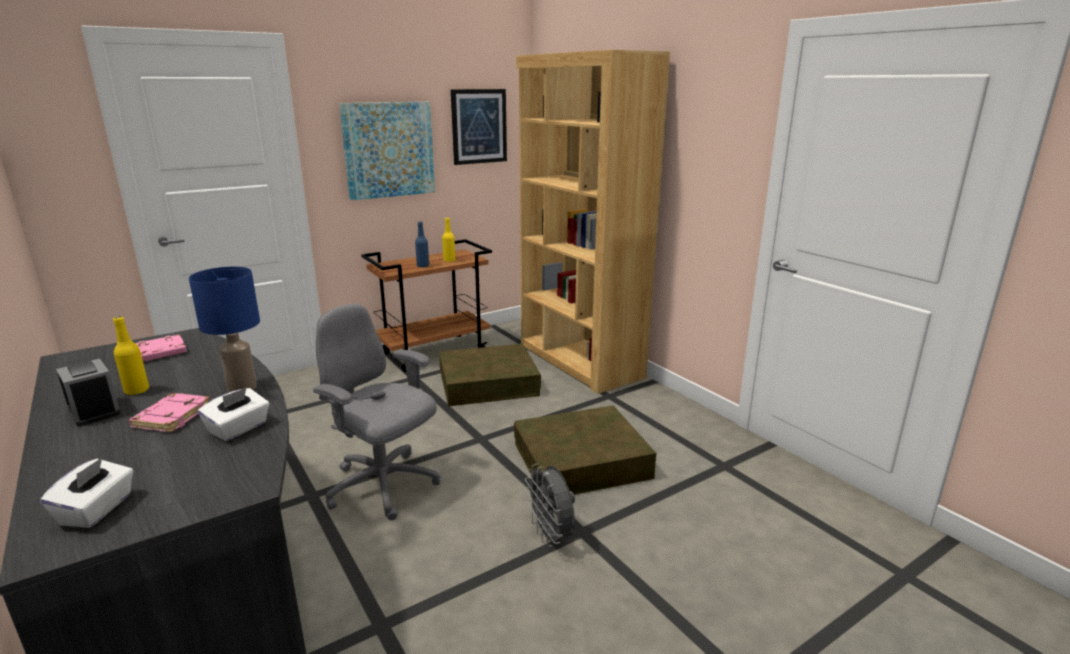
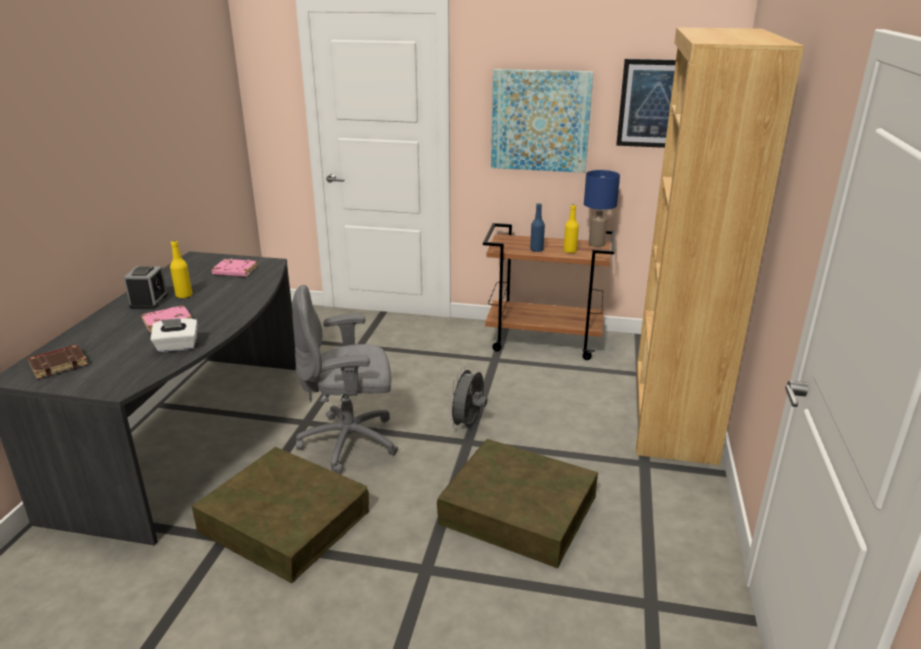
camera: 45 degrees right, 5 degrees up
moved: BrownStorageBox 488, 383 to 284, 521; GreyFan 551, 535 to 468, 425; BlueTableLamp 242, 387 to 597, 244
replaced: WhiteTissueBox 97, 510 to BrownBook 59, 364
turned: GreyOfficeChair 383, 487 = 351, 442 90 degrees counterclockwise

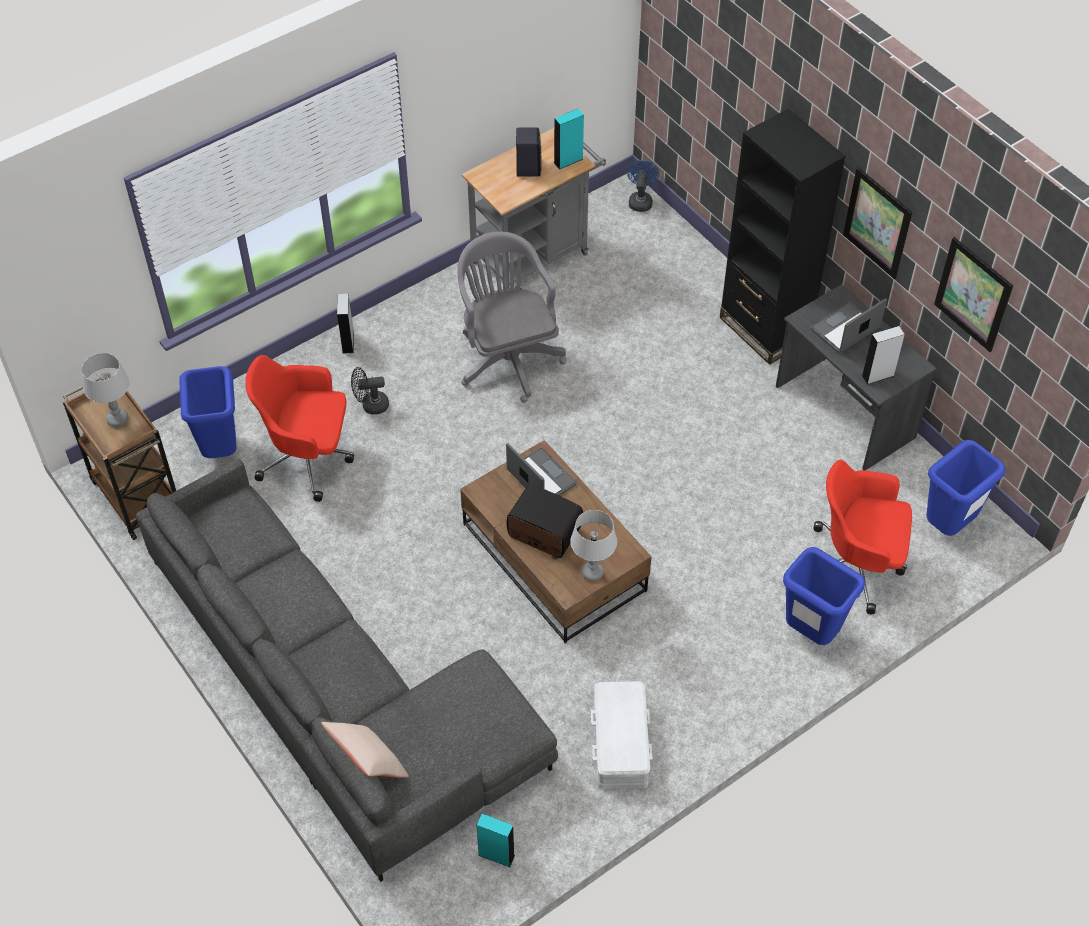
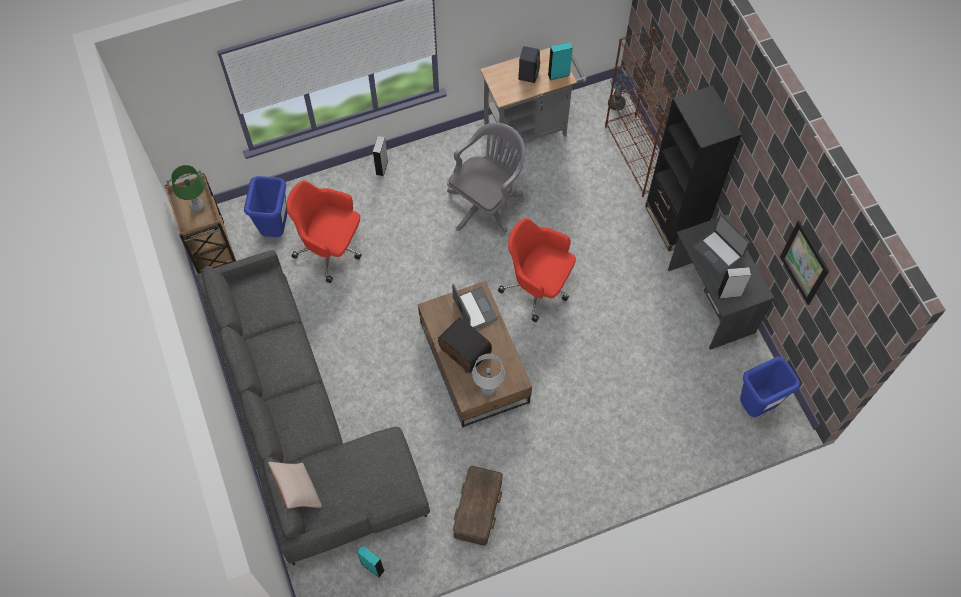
camera: 15 degrees right, 10 degrees up
removed: BlackFan 370, 405; BlueTrashCan 810, 632; Picture 877, 223
added: BrownBookcase 639, 156
moved: RedOfficeChair 855, 565 to 538, 287
recoloured: GreyTableLamp 118, 419 to GreenTableLamp 197, 206; WhiteStorageBox 619, 742 to BrownStorageBox 477, 508
turned: GreyOfficeChair 507, 357 = 487, 203 45 degrees clockwise; Laptop 846, 330 = 718, 252 105 degrees counterclockwise

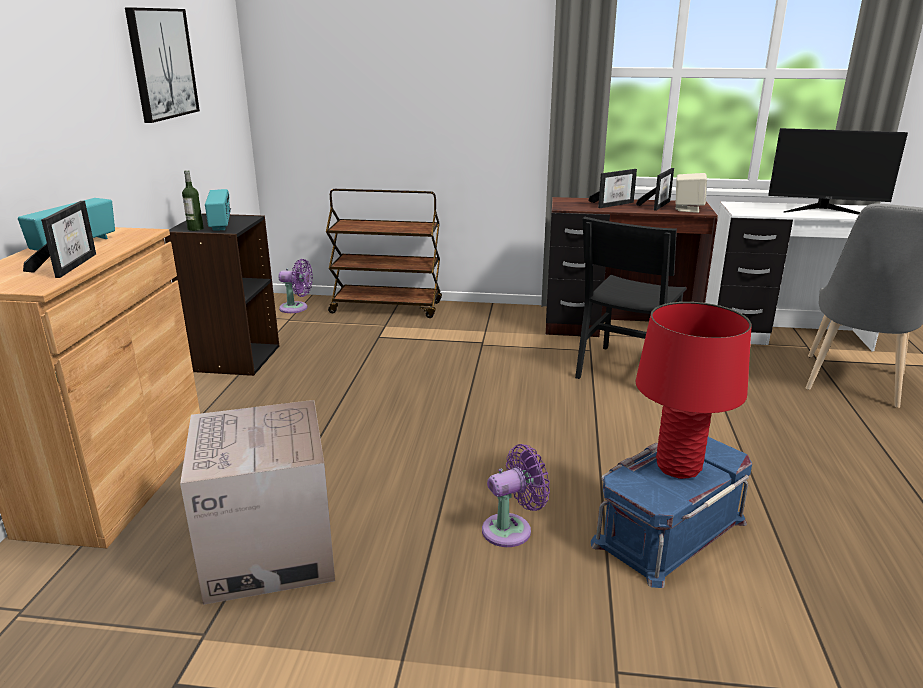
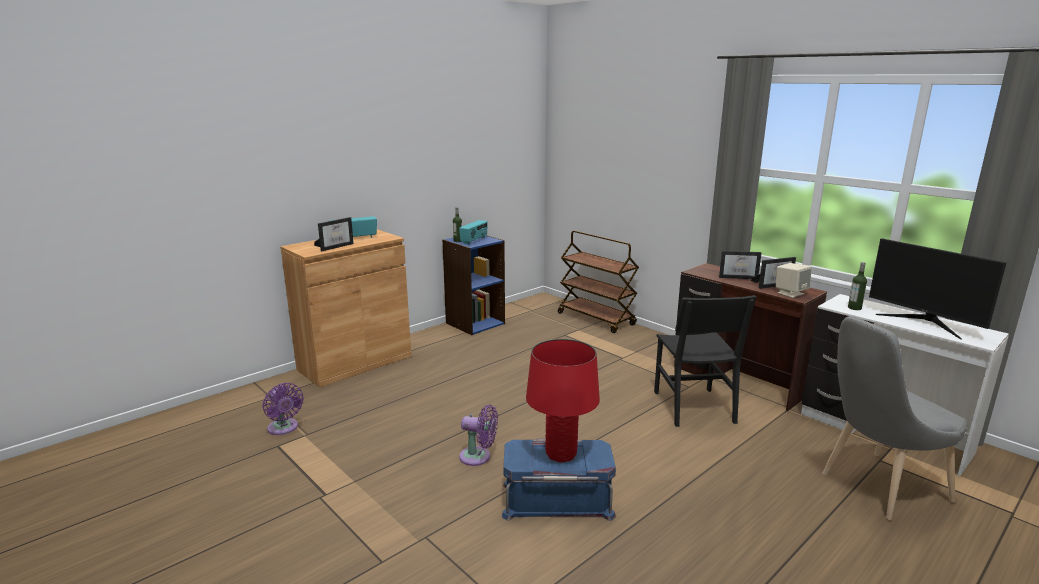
camera: 40 degrees right, 5 degrees down
removed: Picture 162, 64; CardboardBox 269, 551
added: Bottle 854, 308
moved: PurpleFan 296, 308 to 284, 428
recoloured: BlackBookcase 234, 358 to BlueBookcase 475, 323
turned: BlackChair 625, 369 = 693, 407 75 degrees counterclockwise

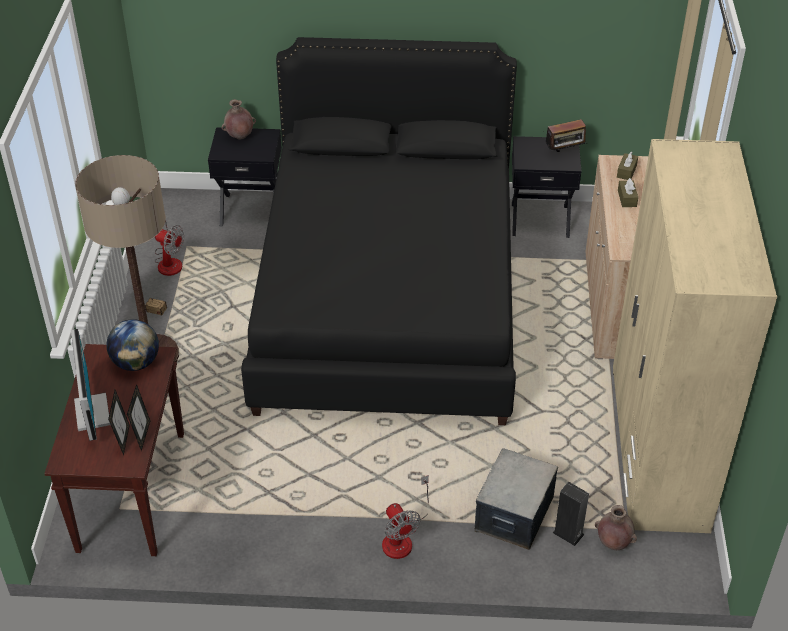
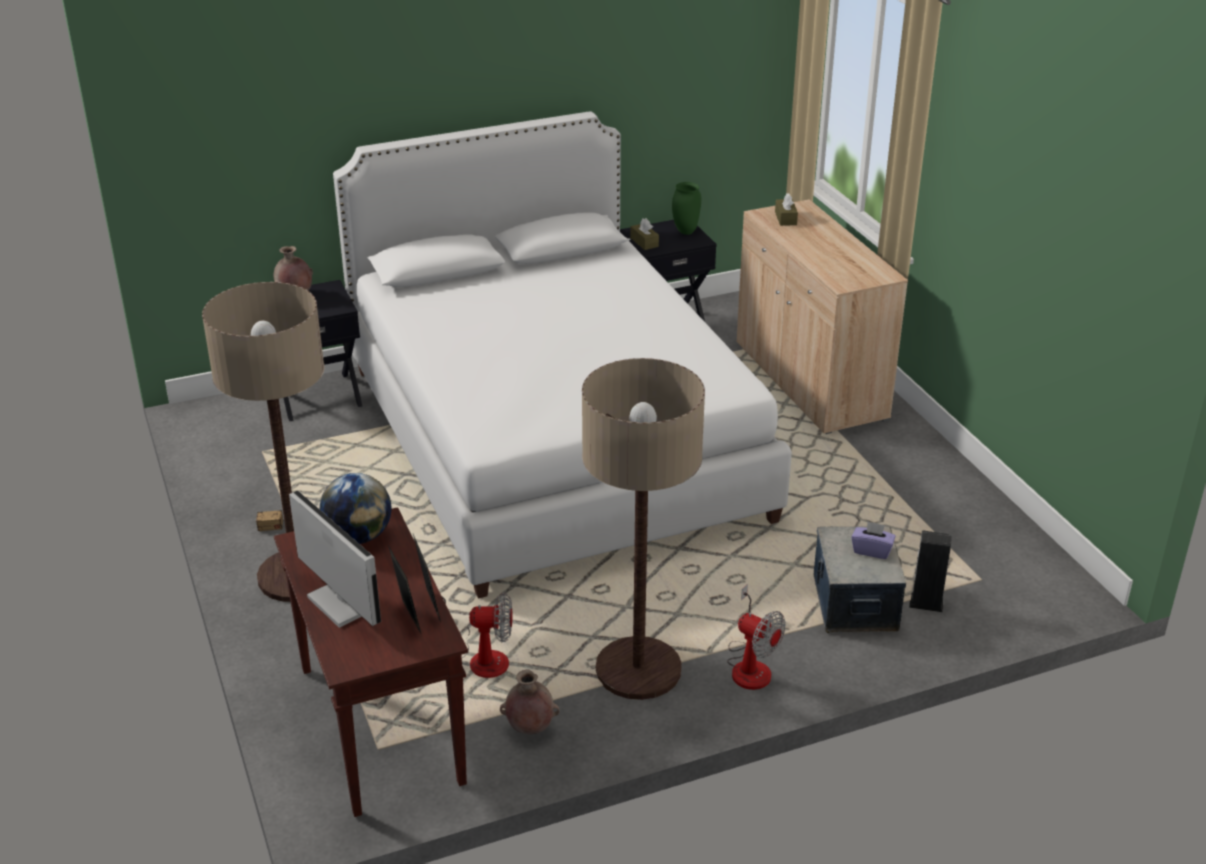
camera: 25 degrees left, 10 degrees down
removed: BeigeWardrobe 658, 449
added: FloorLamp 638, 669; PurpleTissueBox 872, 550
moved: Fan 169, 261 to 481, 657; BrownVase 613, 543 to 530, 728; BrownTissueBox 627, 198 to 644, 242
replaced: Radio 565, 152 to GreenVase 685, 231
recoloured: BlackBed 387, 301 to WhiteBed 553, 442

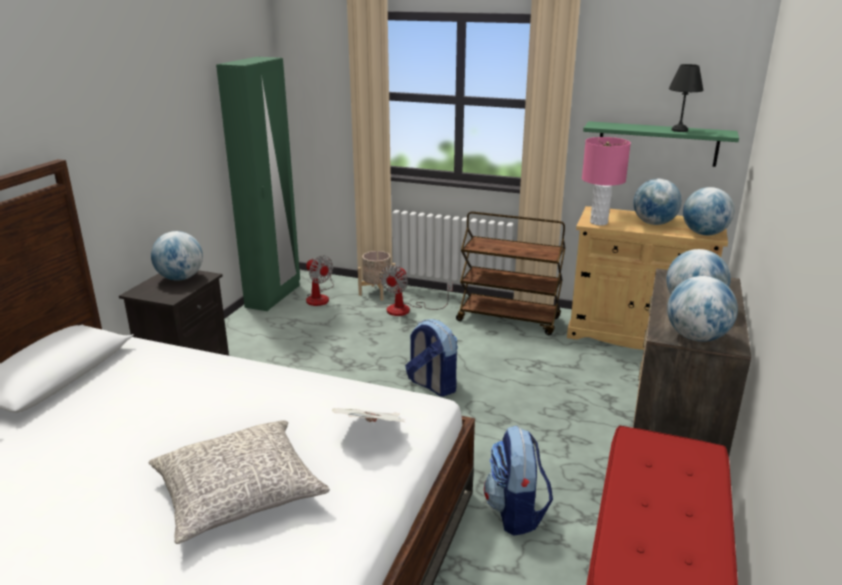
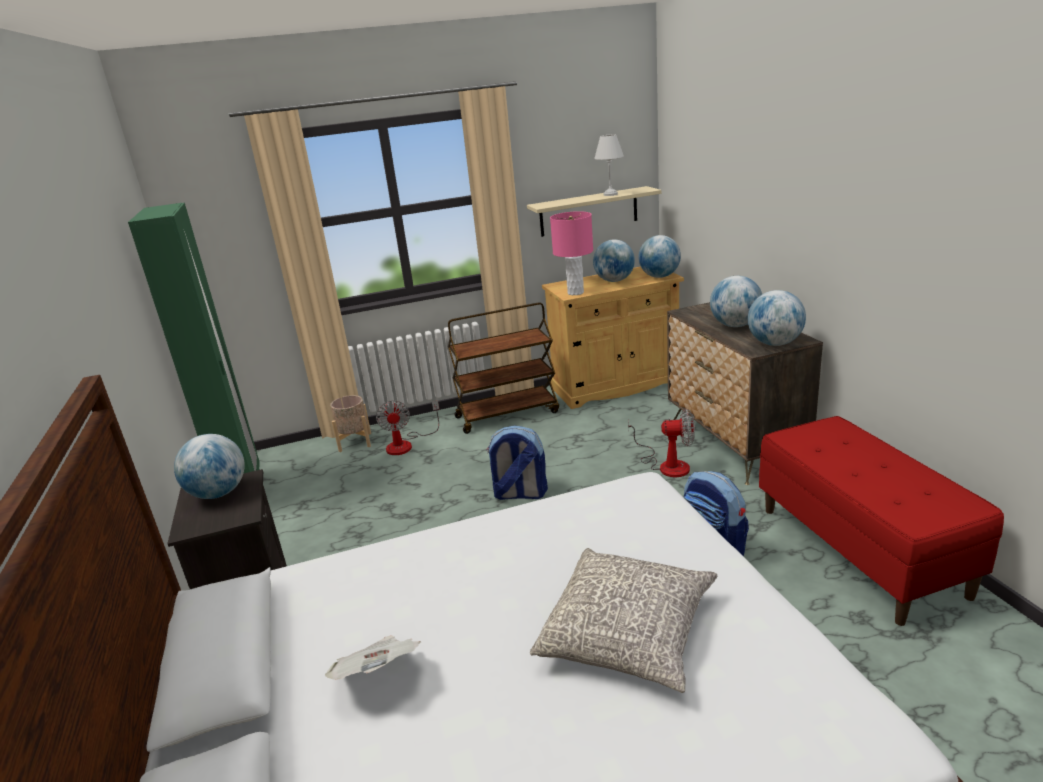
camera: 35 degrees left, 0 degrees up
moved: Newspaper 372, 431 to 379, 674; Fan 319, 297 to 666, 465
recoloured: GreenShelf 657, 144 to BeigeShelf 588, 211; BlackTableLamp 680, 130 to WhiteTableLamp 611, 194

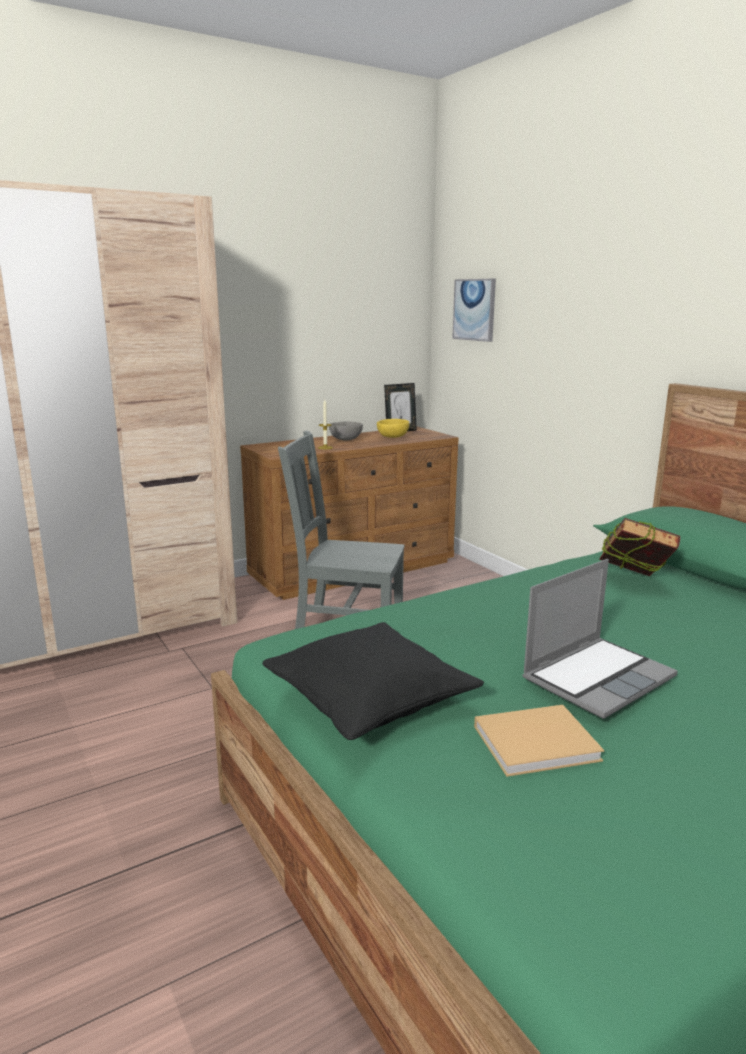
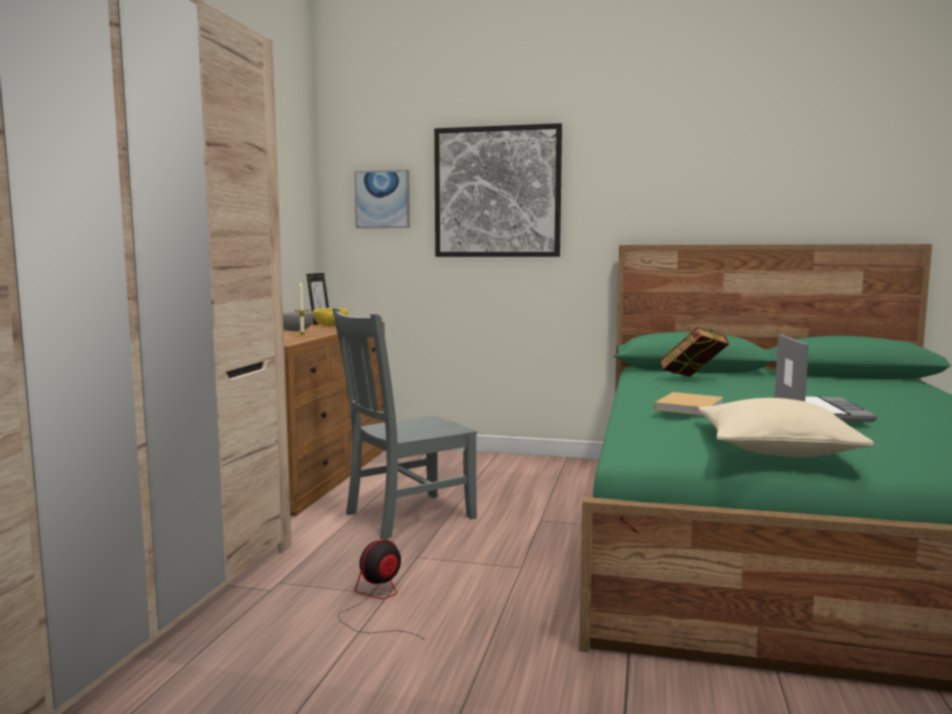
camera: 45 degrees left, 10 degrees down
added: Fan 377, 602; Picture 497, 192
moved: BeigeBook 539, 743 to 690, 406
recoloured: BlackPillow 369, 699 to BeigePillow 776, 449

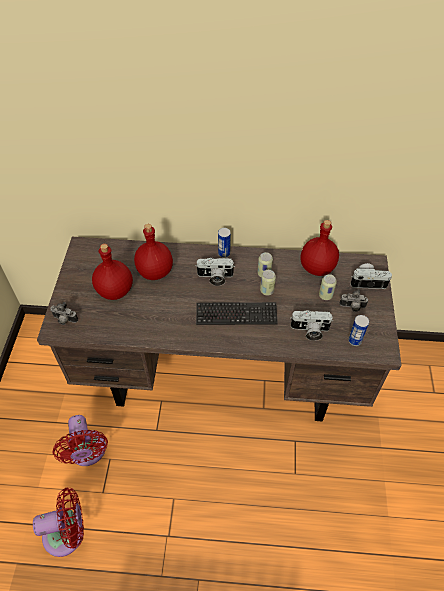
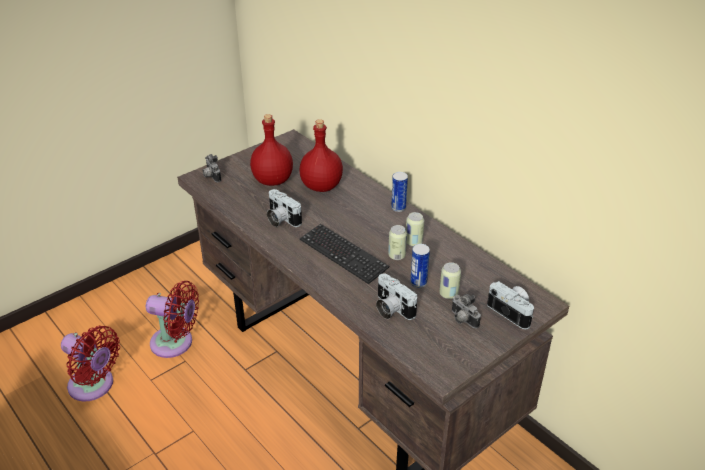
camera: 45 degrees right, 15 degrees down
removed: RedBottle 317, 268
moved: PhotoCamera 215, 277 to 281, 219; Can 354, 340 to 418, 282
turned: RedFan 88, 452 = 176, 343 105 degrees counterclockwise

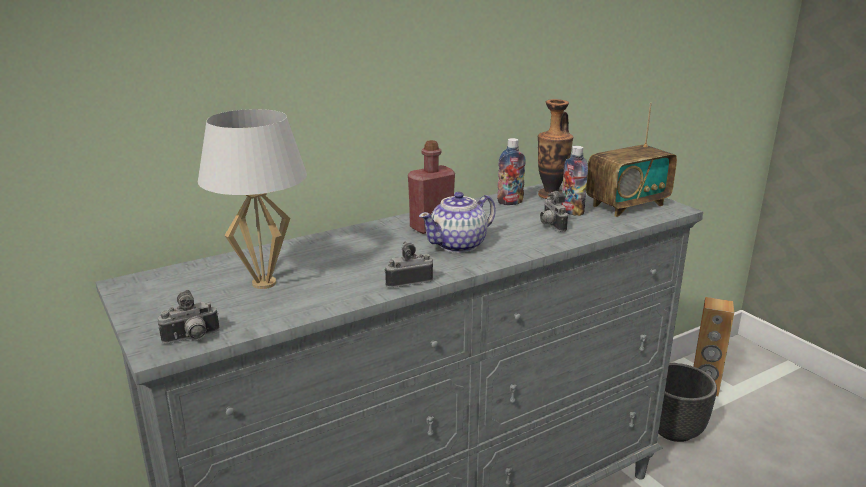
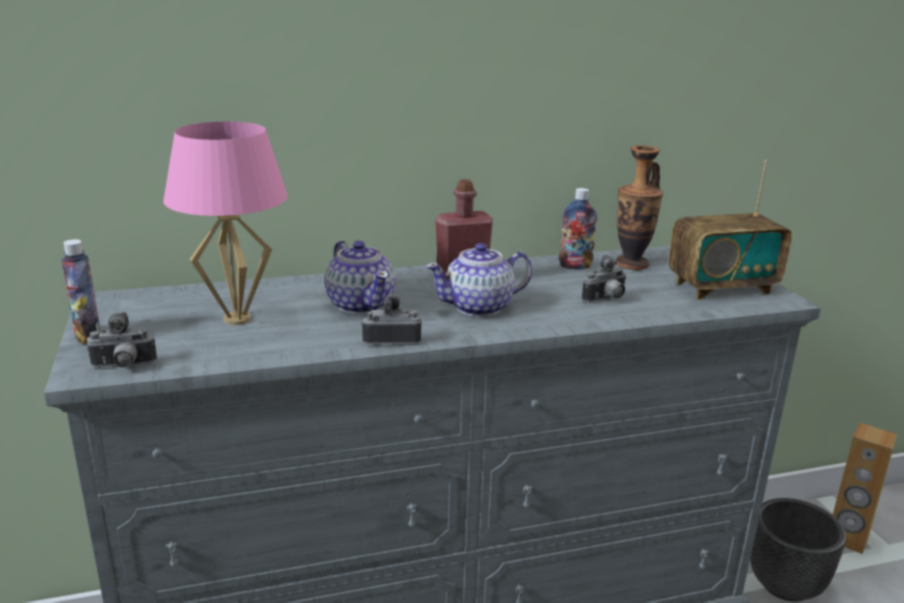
camera: 15 degrees right, 0 degrees up
added: Teapot 361, 304
moved: Bottle 572, 212 to 88, 336
recoloured: WhiteTableLamp 264, 283 to PinkTableLamp 237, 319
turned: PhotoCamera 550, 226 = 606, 300 120 degrees counterclockwise

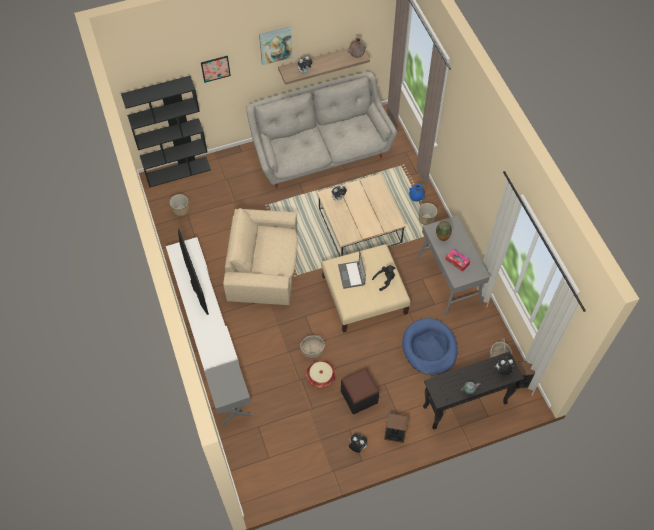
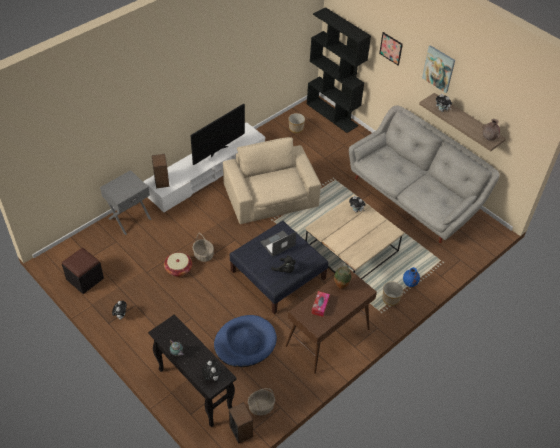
camera: 65 degrees right, 10 degrees down
moved: BlackOttoman 359, 397 to 85, 279; Speaker 394, 433 to 162, 181
recoloured: BeigeOttoman 365, 295 to BlueOttoman 278, 275; GreyConsoleTable 448, 282 to BrownConsoleTable 327, 338

